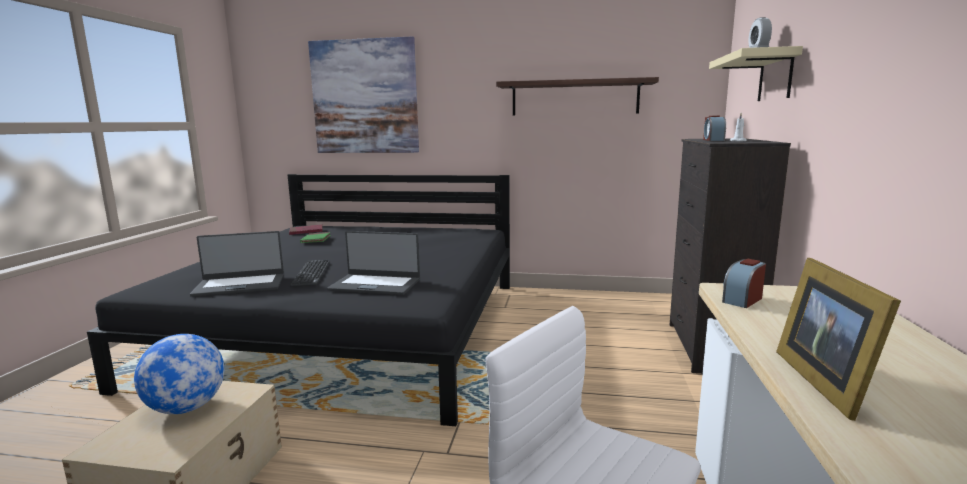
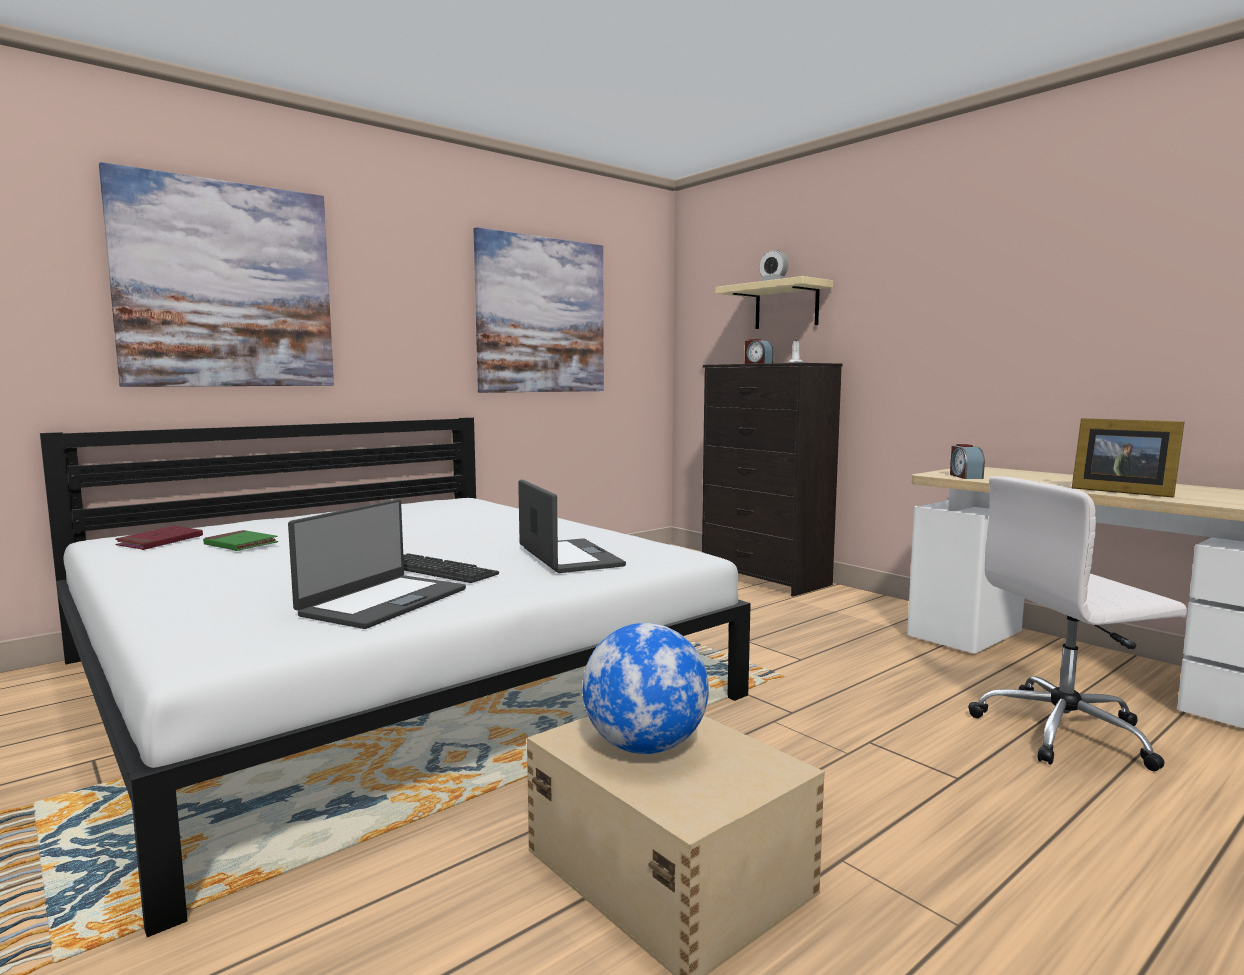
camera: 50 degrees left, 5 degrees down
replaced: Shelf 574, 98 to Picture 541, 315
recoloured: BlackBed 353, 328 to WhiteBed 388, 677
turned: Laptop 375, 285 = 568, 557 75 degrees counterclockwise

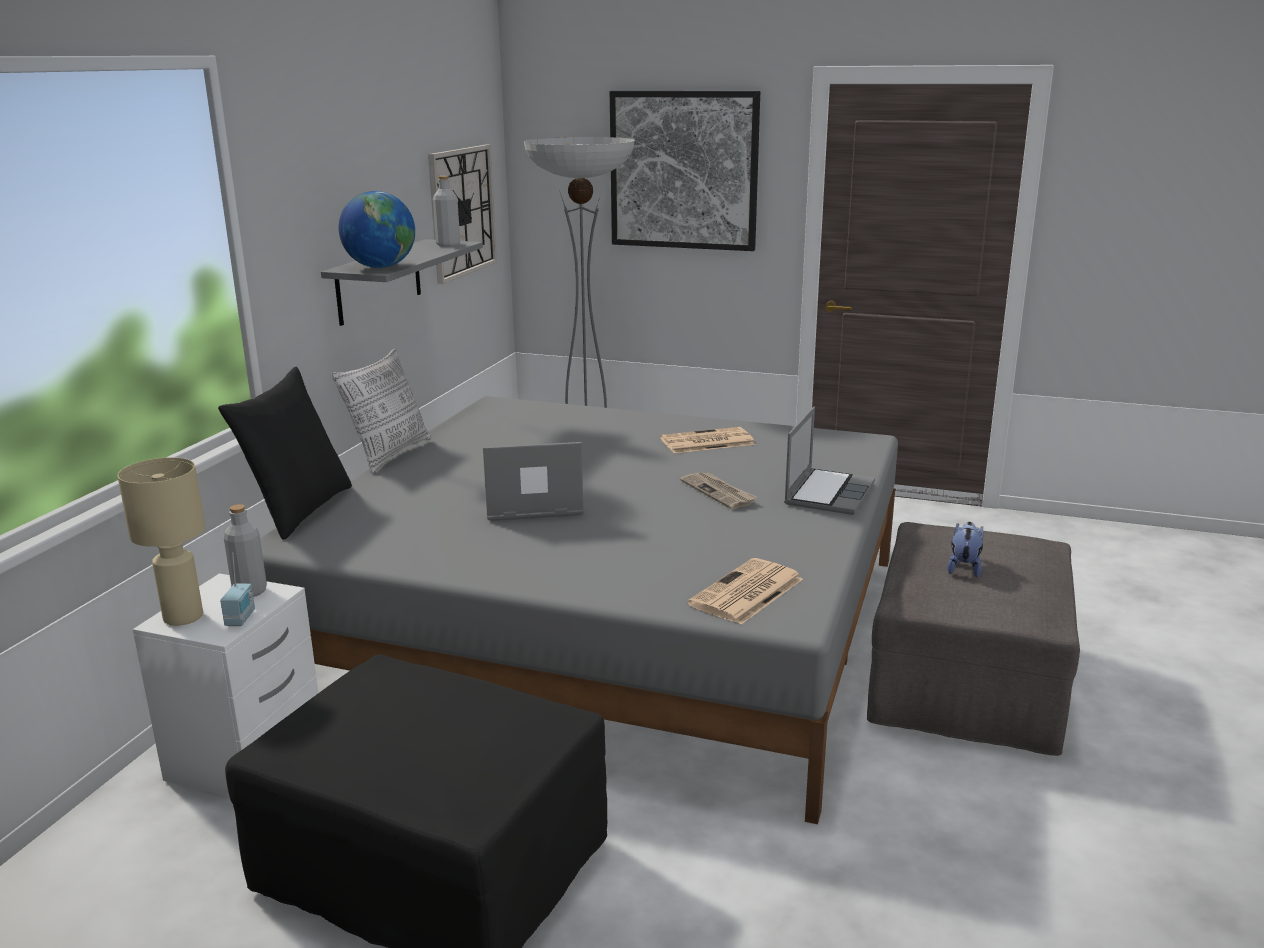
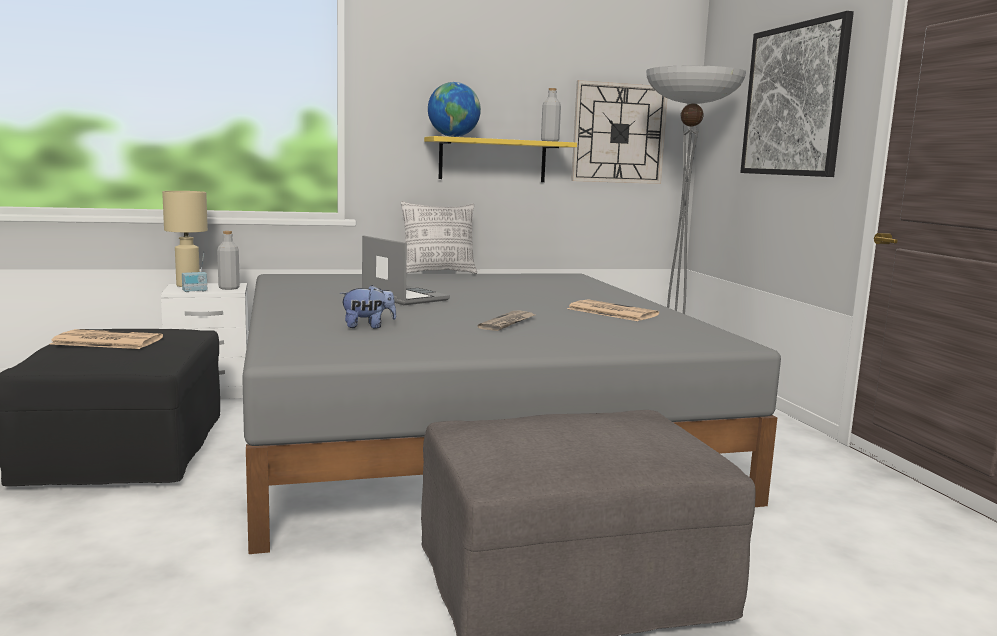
camera: 55 degrees right, 10 degrees down
removed: BlackPillow 300, 510; Laptop 828, 493
moved: Newspaper 746, 593 to 105, 341; PlushToy 964, 568 to 368, 326
recoloured: GreyShelf 379, 281 to YellowShelf 492, 160

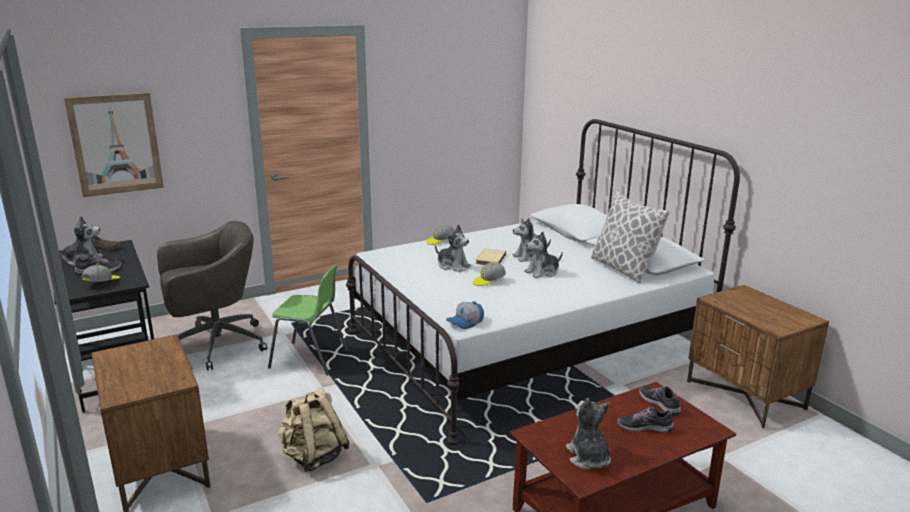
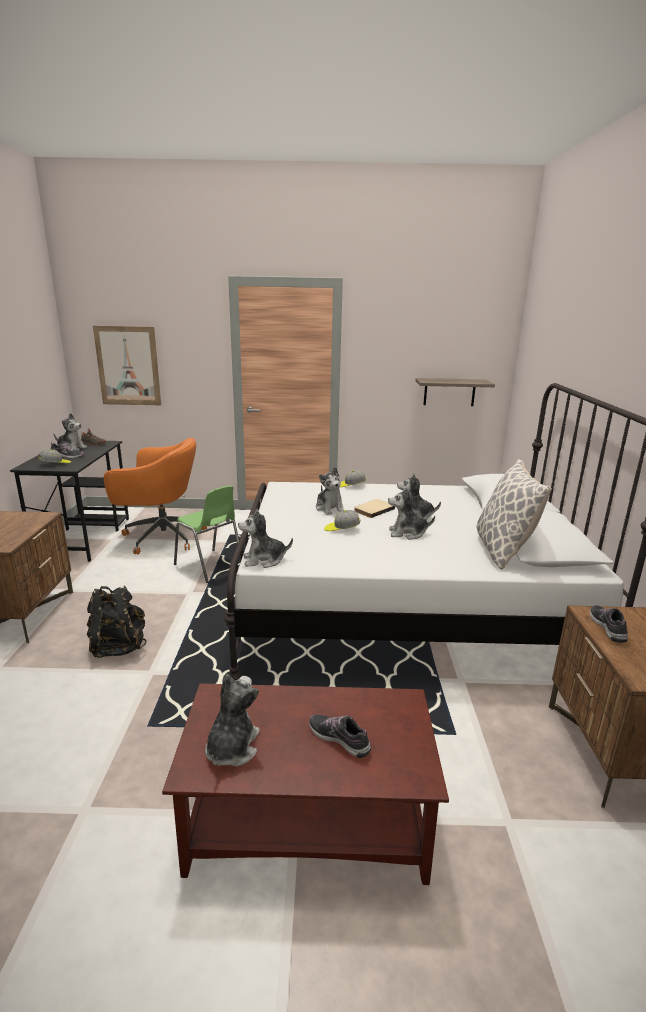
camera: 30 degrees right, 0 degrees up
added: Shelf 449, 392
moved: Shoe 659, 404 to 607, 627
replaced: Cap 465, 322 to PlushToy 264, 560
recoloured: BeigeBackpack 313, 457 to BlackBackpack 118, 647; GreyOfficeChair 214, 345 to OrangeOfficeChair 161, 537

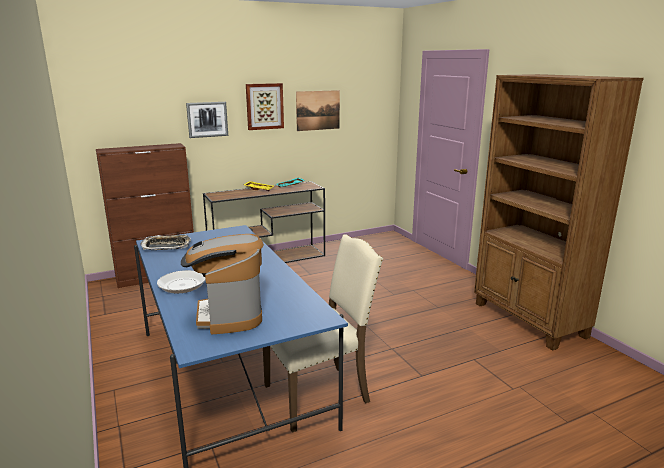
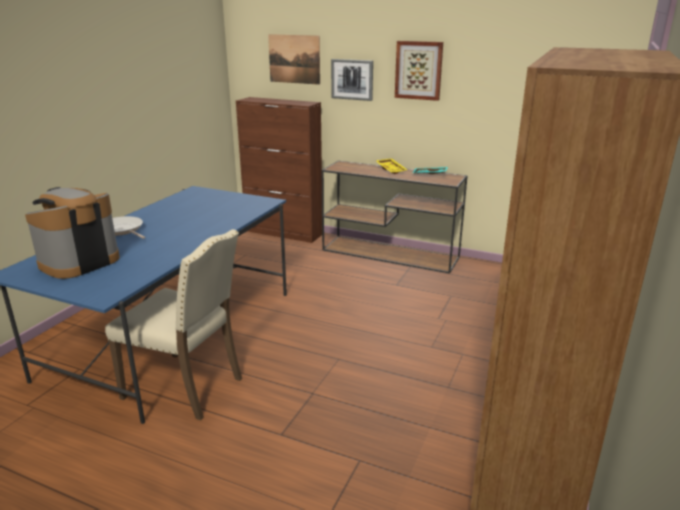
camera: 50 degrees right, 5 degrees up
removed: Tray 166, 246
moved: Picture 318, 110 to 294, 59

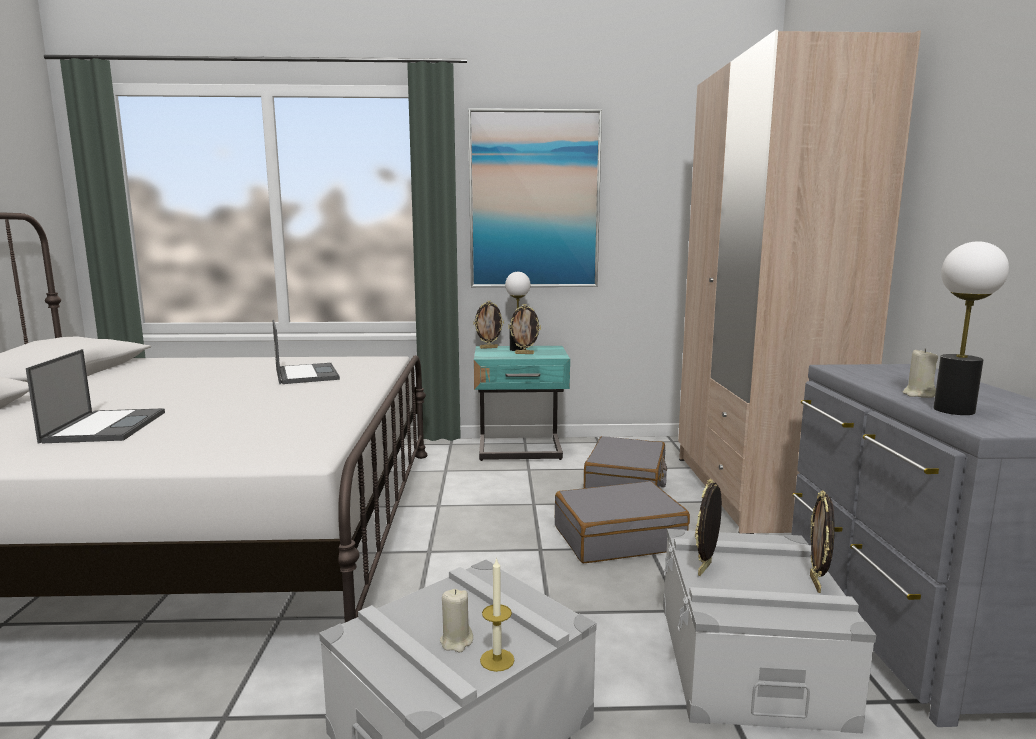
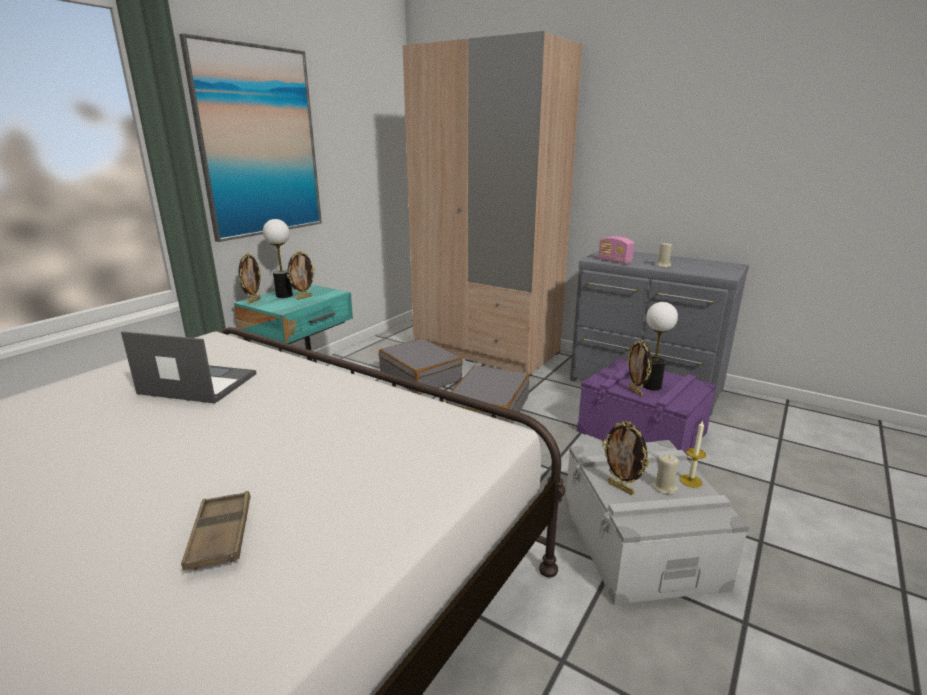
camera: 55 degrees left, 10 degrees up
added: Radio 614, 261
moved: PictureFrame 816, 584 to 621, 488; TableLamp 953, 410 to 651, 386
replaced: Laptop 106, 426 to BrownTray 221, 535
recoloured: GreyStorageBox 749, 661 to PurpleStorageBox 642, 431

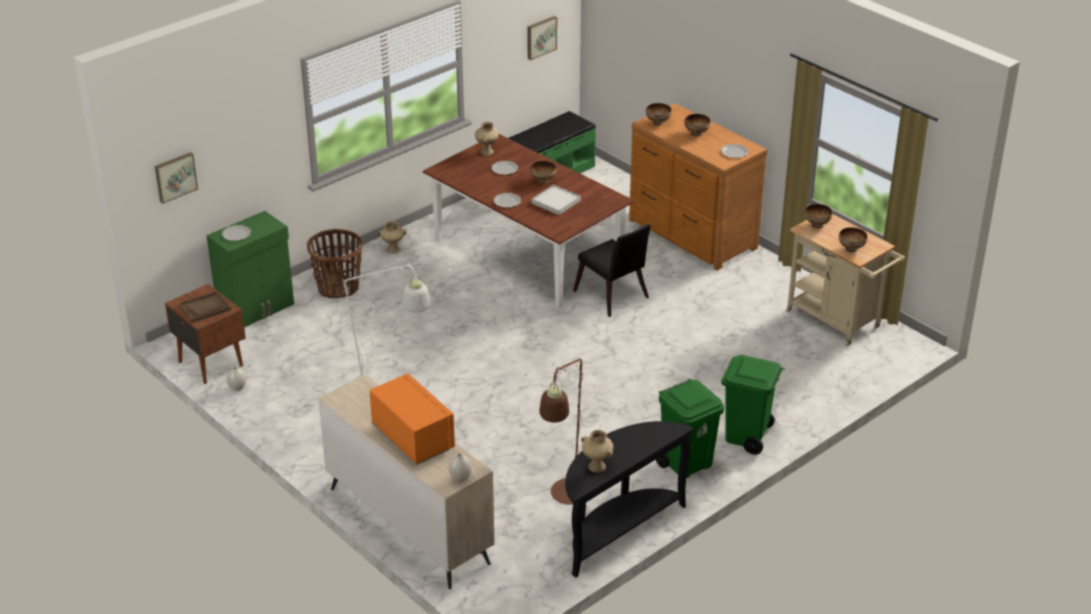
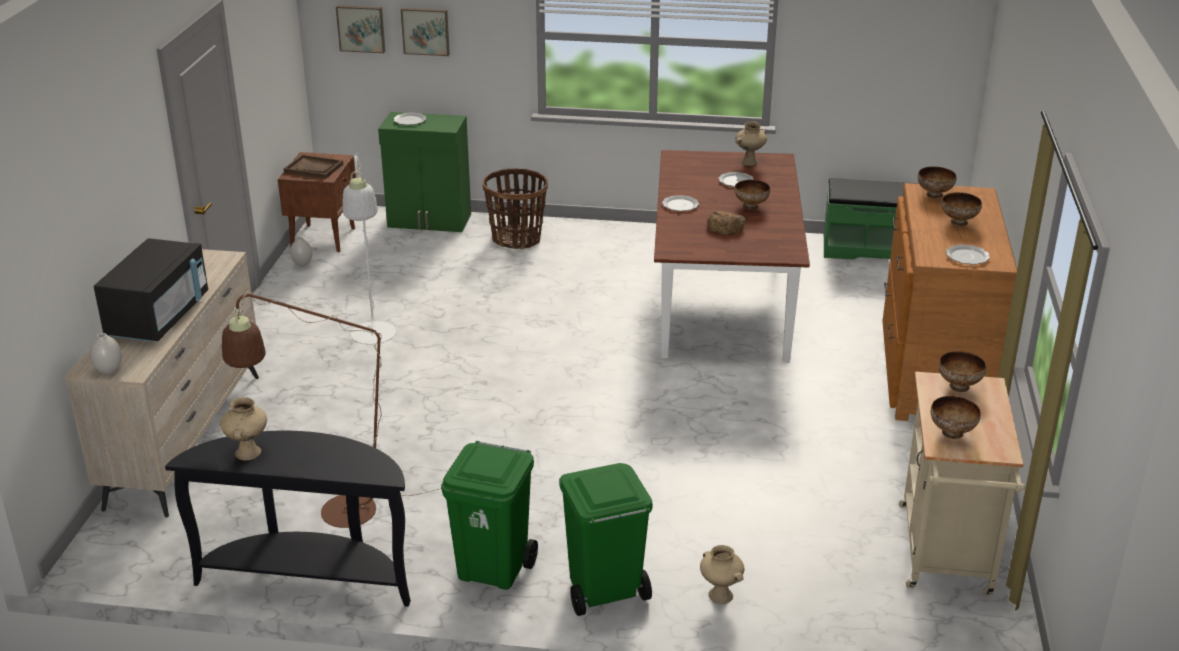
camera: 50 degrees right, 5 degrees down
removed: BlackChair 613, 297
moved: Picture 540, 37 to 426, 31; BeigeVase 392, 250 to 719, 595
replaced: WhiteTray 556, 202 to Bread 725, 227
recoloured: OrangeMicrowave 413, 438 to BlackMicrowave 159, 317

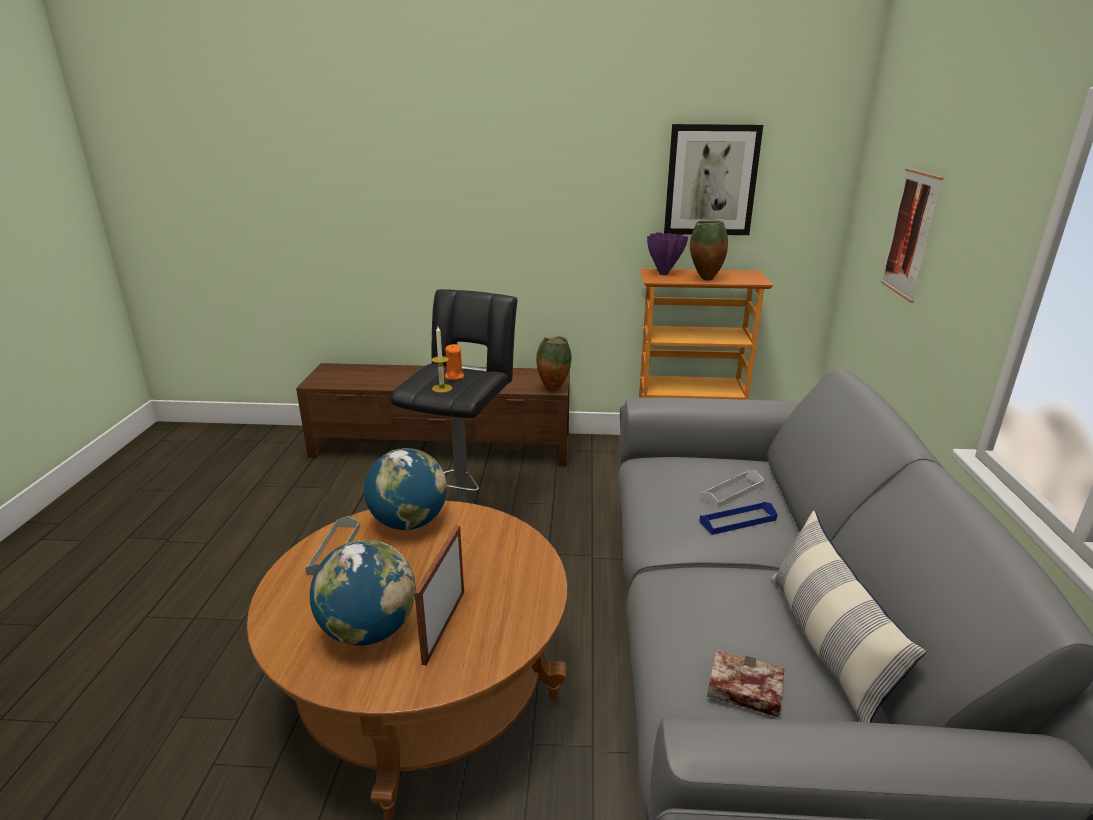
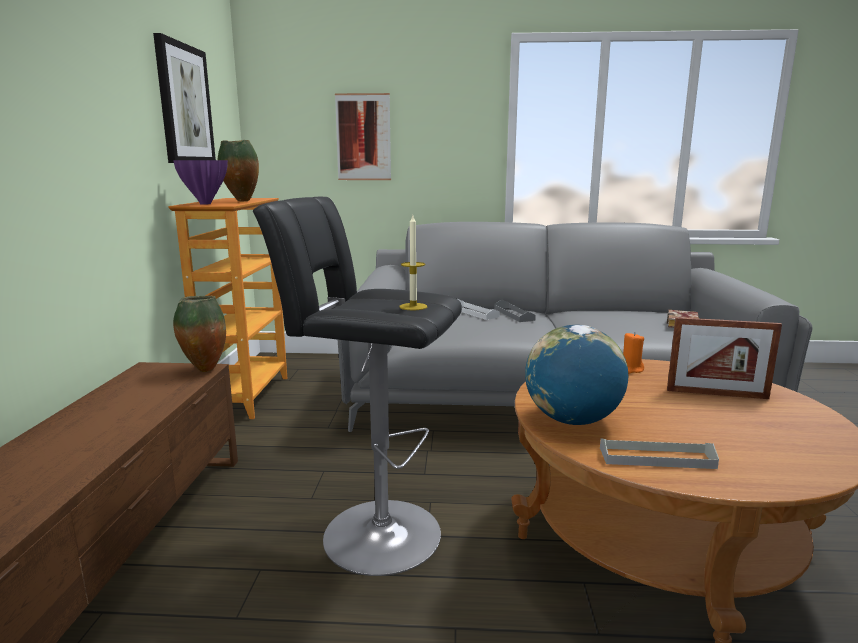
camera: 90 degrees left, 10 degrees down
removed: Globe 369, 630; Pillow 826, 644
moved: OrangeCandle 454, 376 to 631, 369
recoloured: BlueTray 737, 521 to GreyTray 514, 314

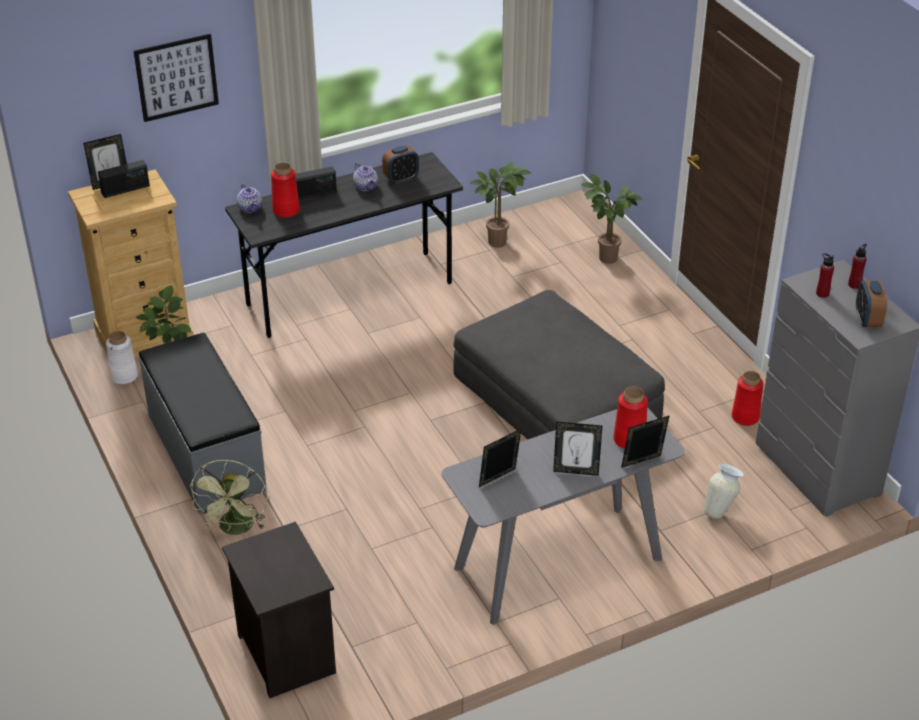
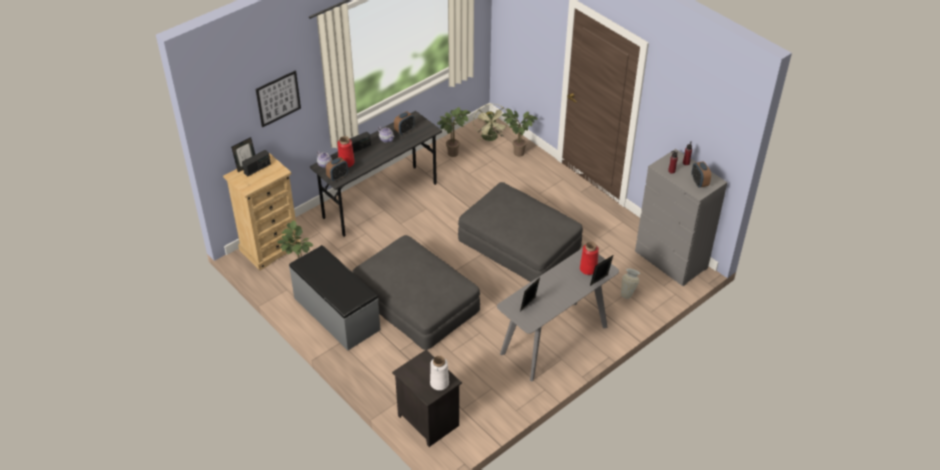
camera: 15 degrees left, 5 degrees up
removed: PictureFrame 576, 471; RedVase 745, 417
added: AlarmClock 337, 177; GreyOttoman 415, 301
moved: WhiteVase 124, 376 to 439, 383; GreenFan 236, 529 to 491, 138

